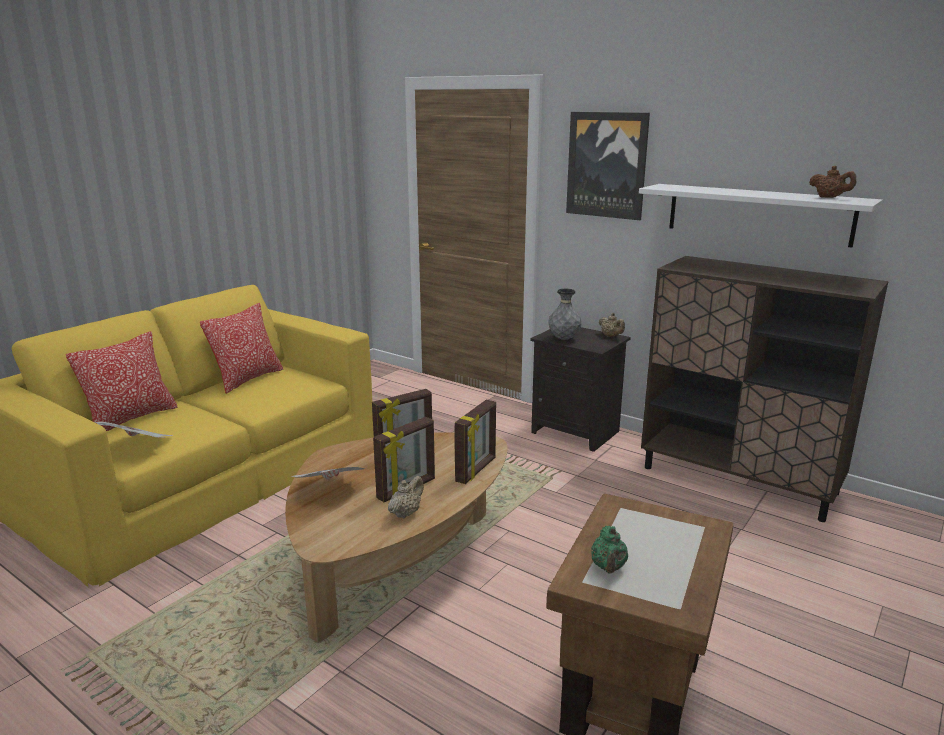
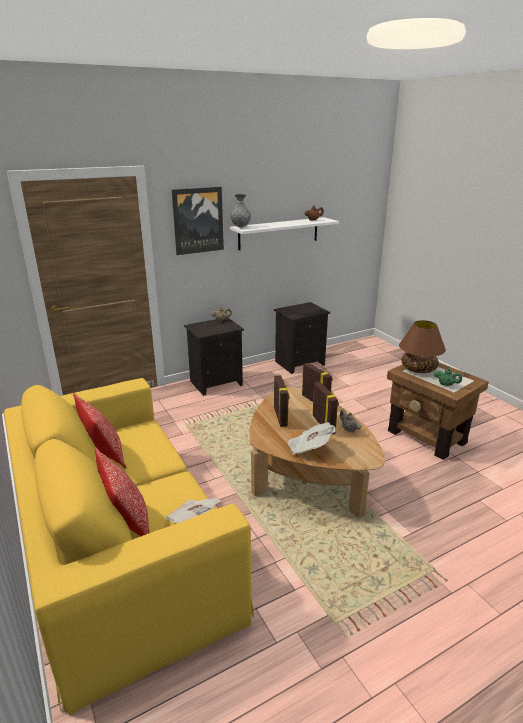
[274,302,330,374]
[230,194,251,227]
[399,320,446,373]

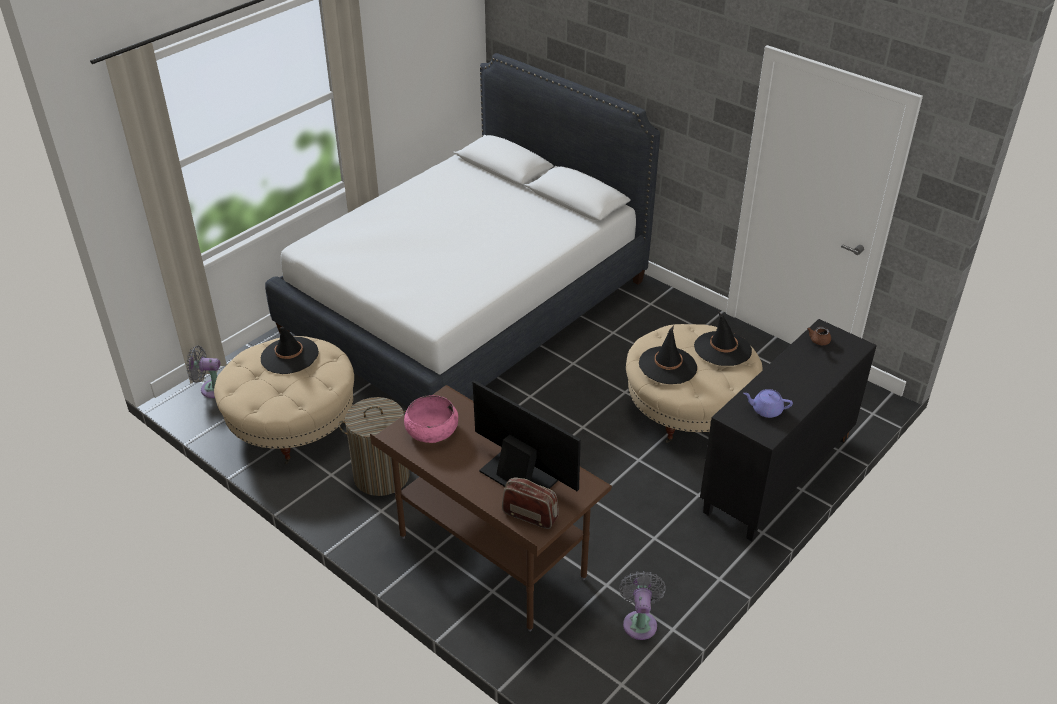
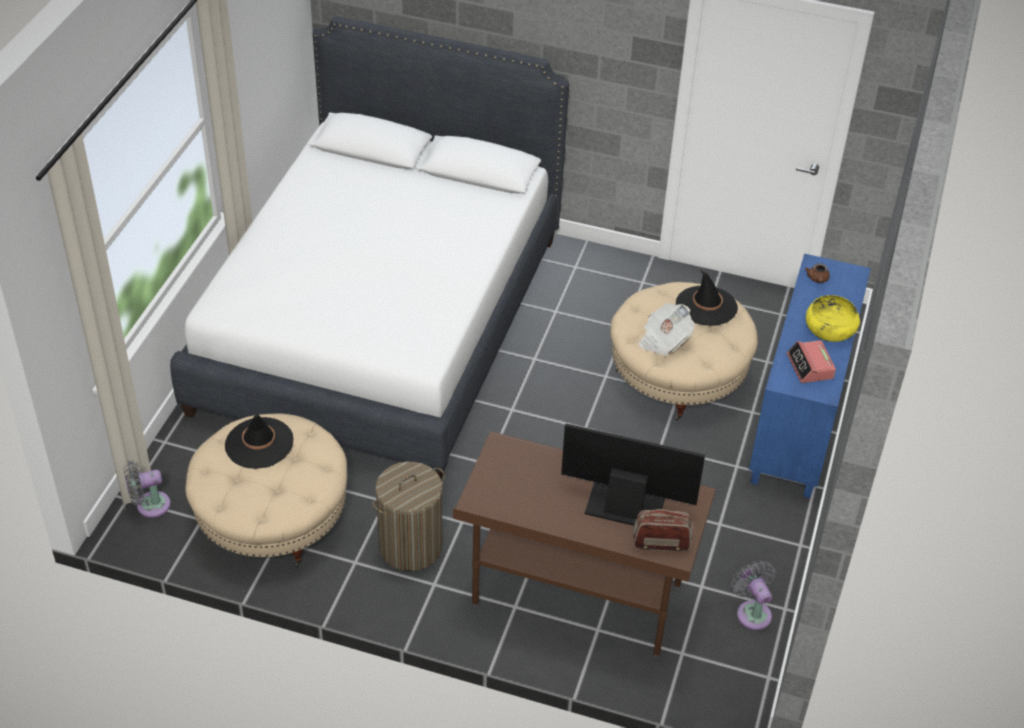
[749,254,871,498]
[639,303,695,356]
[787,340,836,383]
[404,395,458,443] (first image)
[806,295,860,342]

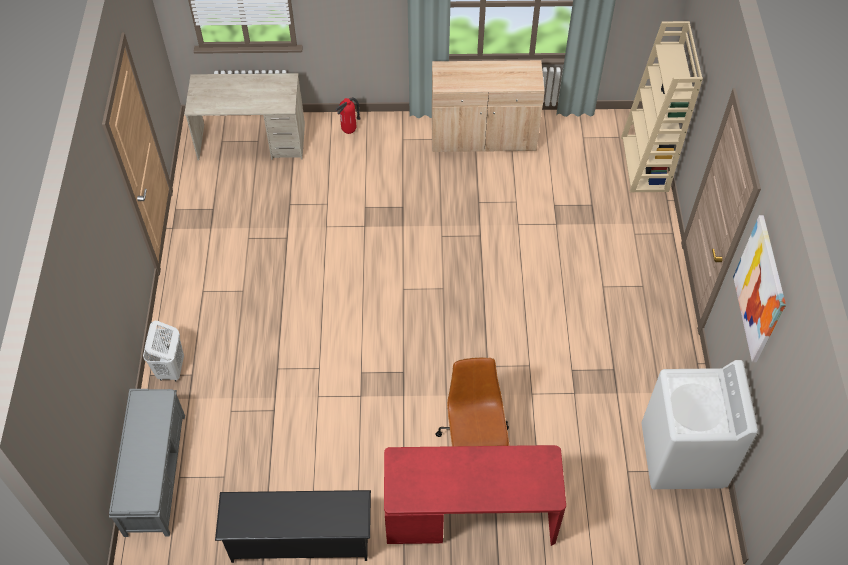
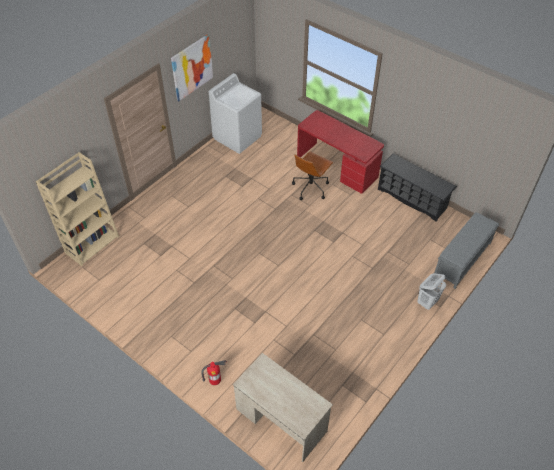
[432,60,545,152] (first image)

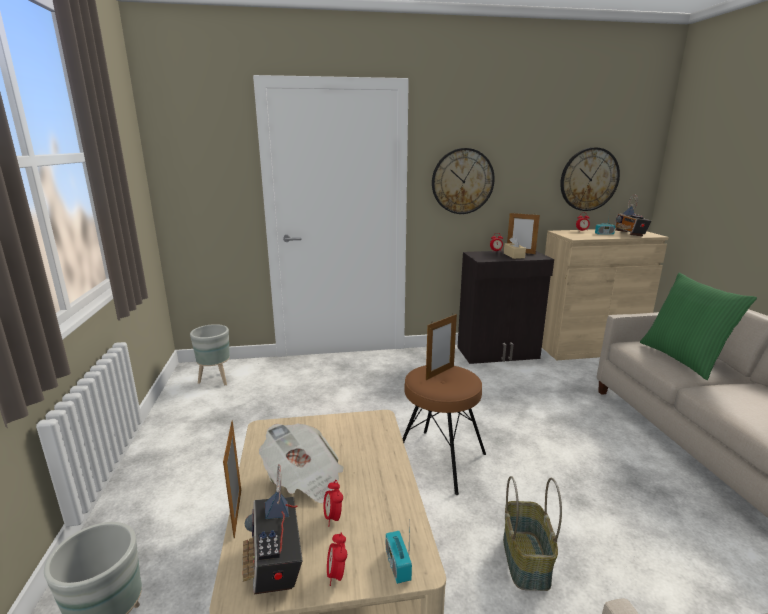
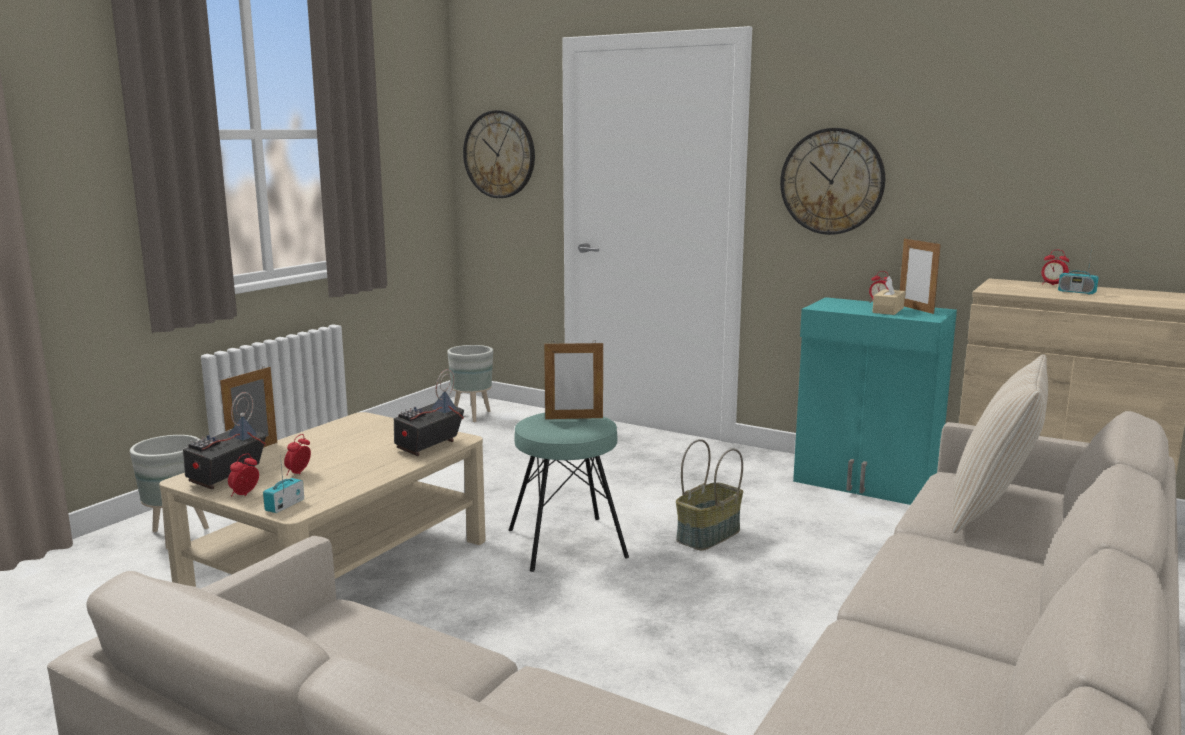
[463,110,535,198]
[394,369,464,456]
[793,297,957,505]
[952,354,1048,533]
[509,413,629,572]
[259,424,344,503] (first image)
[676,439,743,550]

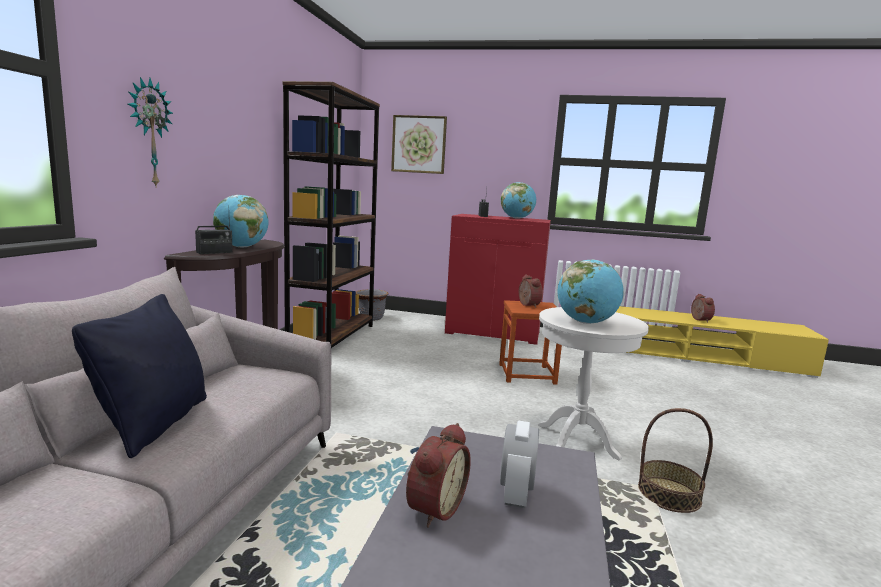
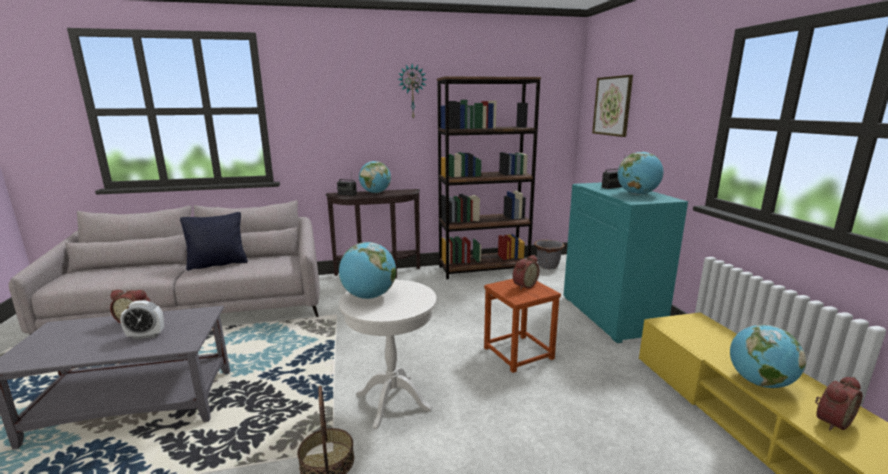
[398,64,427,120]
[563,182,688,343]
[730,324,806,388]

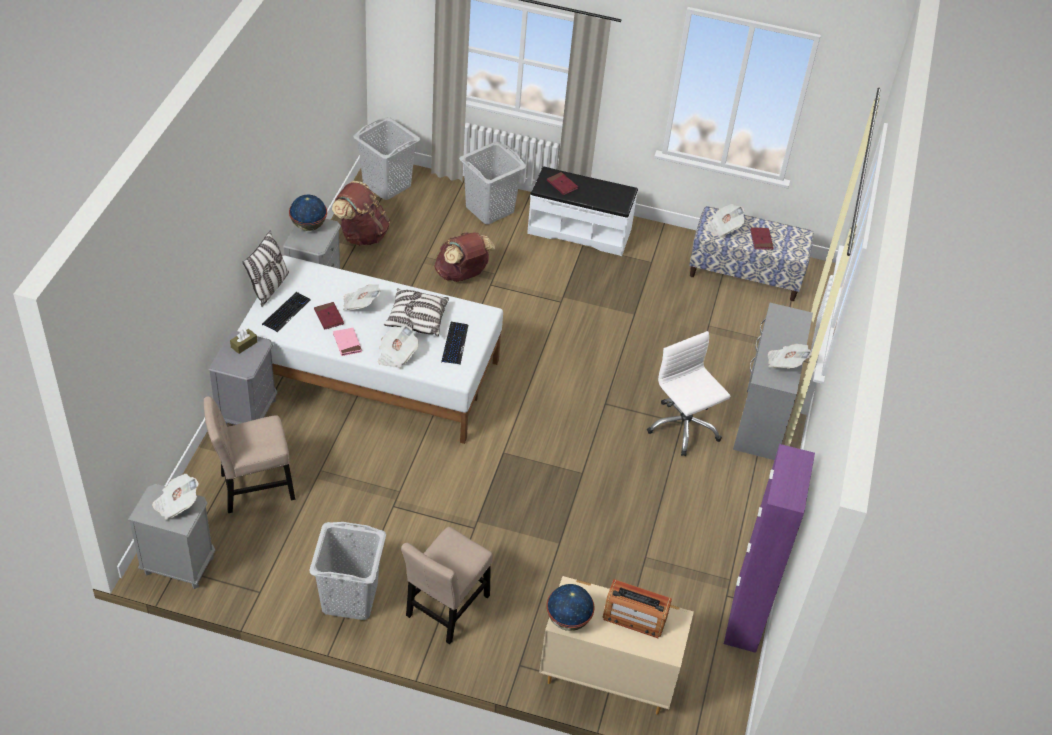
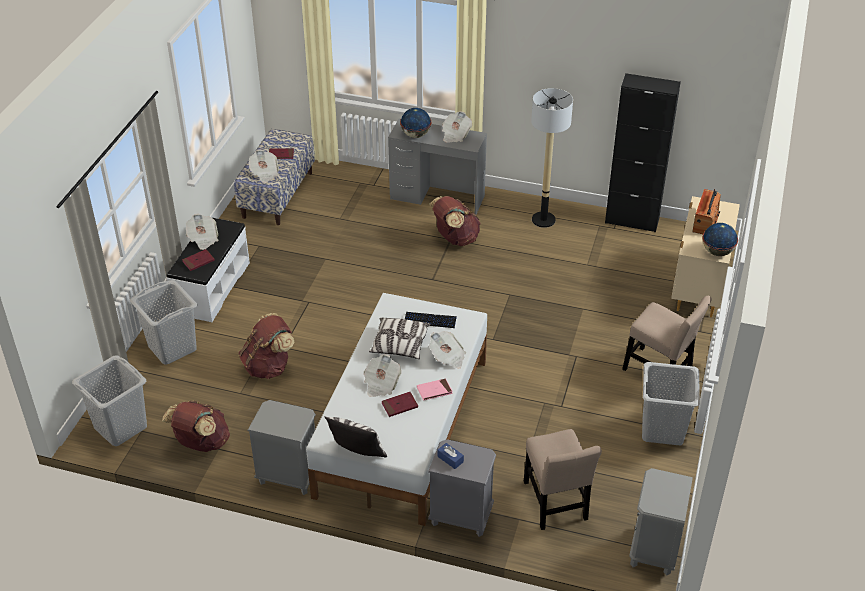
[400,108,431,138]
[262,292,310,332] (first image)
[437,443,464,469]
[430,196,481,246]
[605,73,681,233]
[186,214,218,250]
[531,88,573,228]

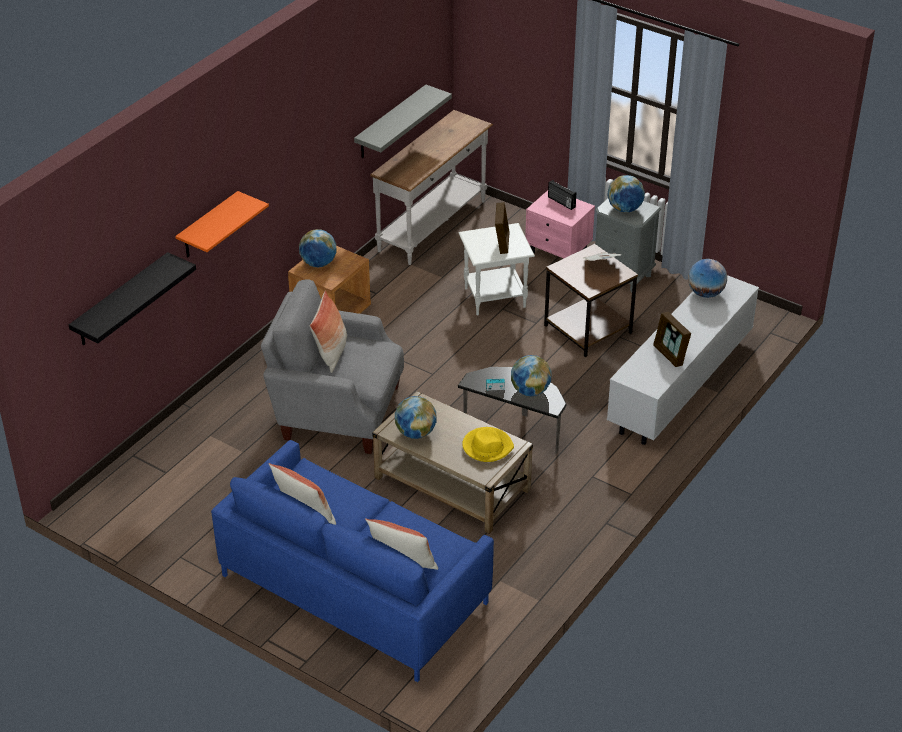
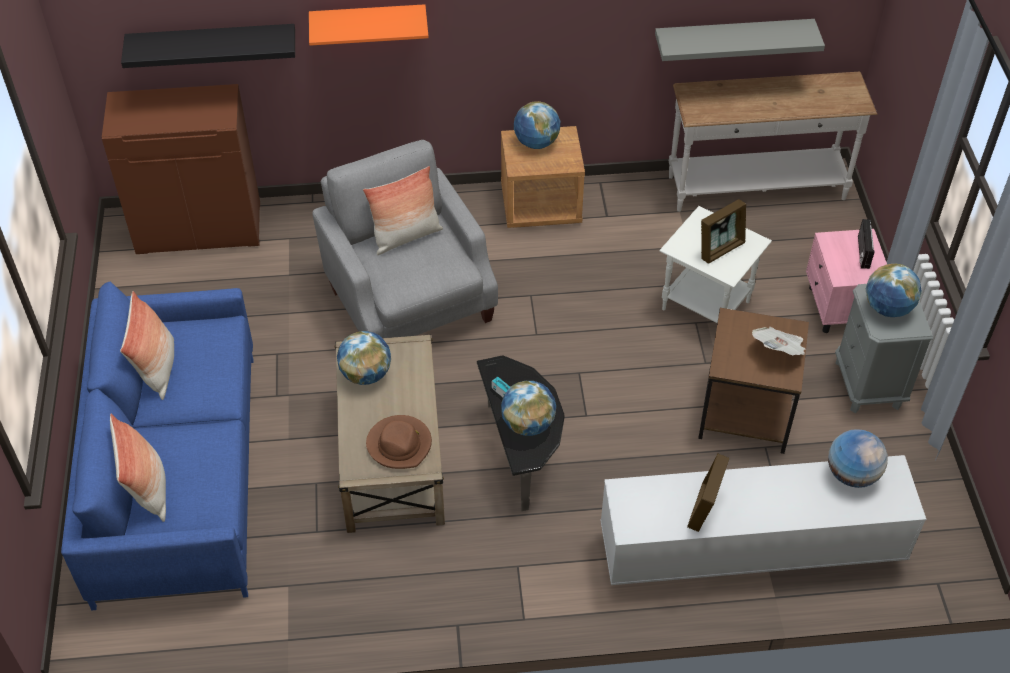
[366,415,432,469]
[102,84,260,254]

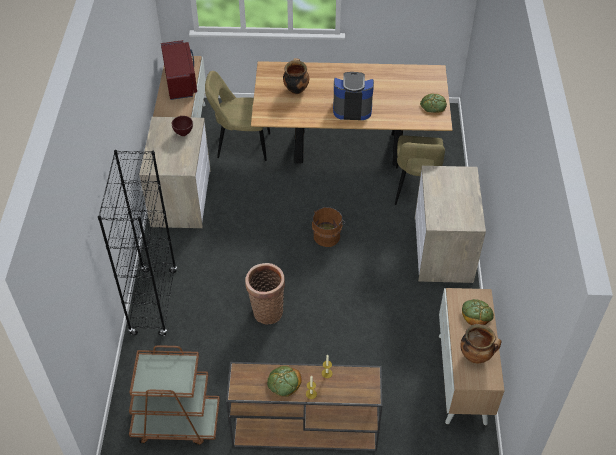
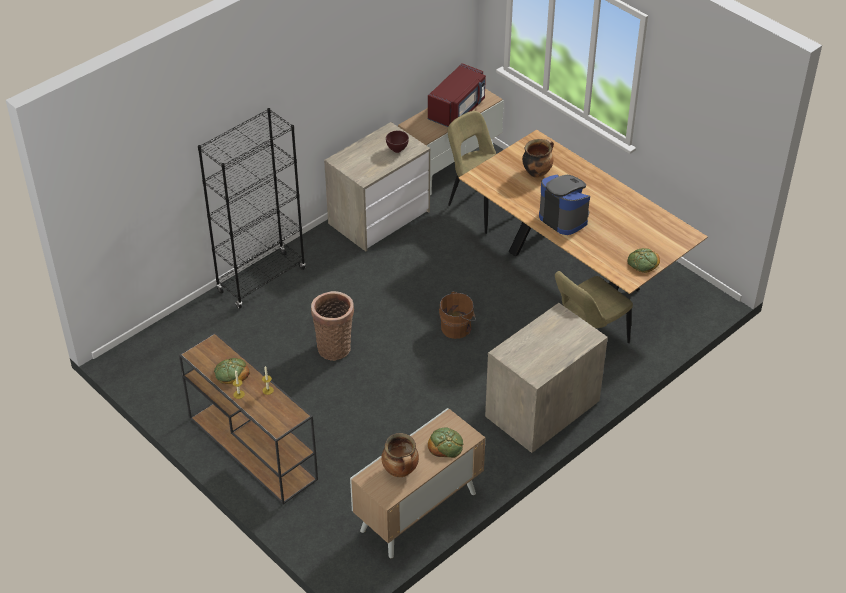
[129,345,220,445] (first image)

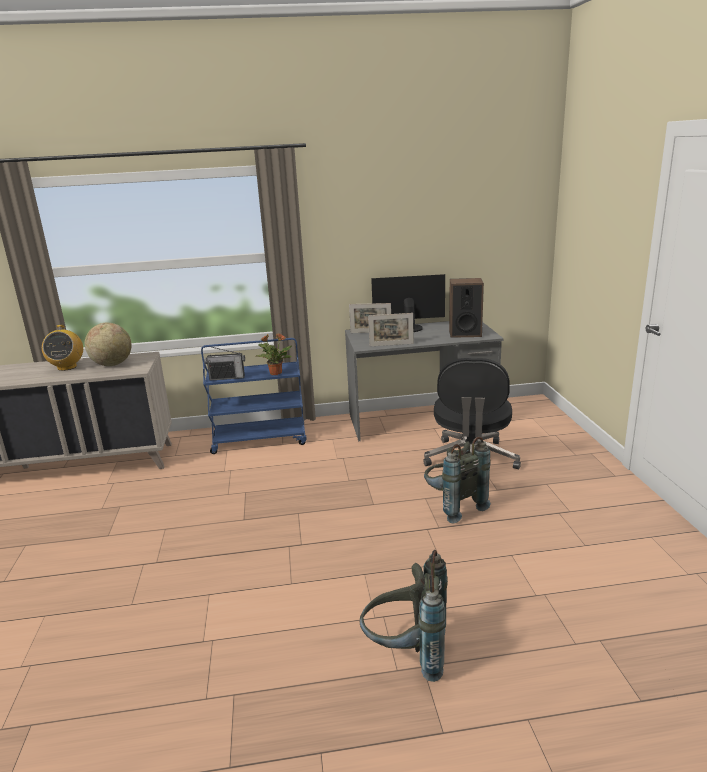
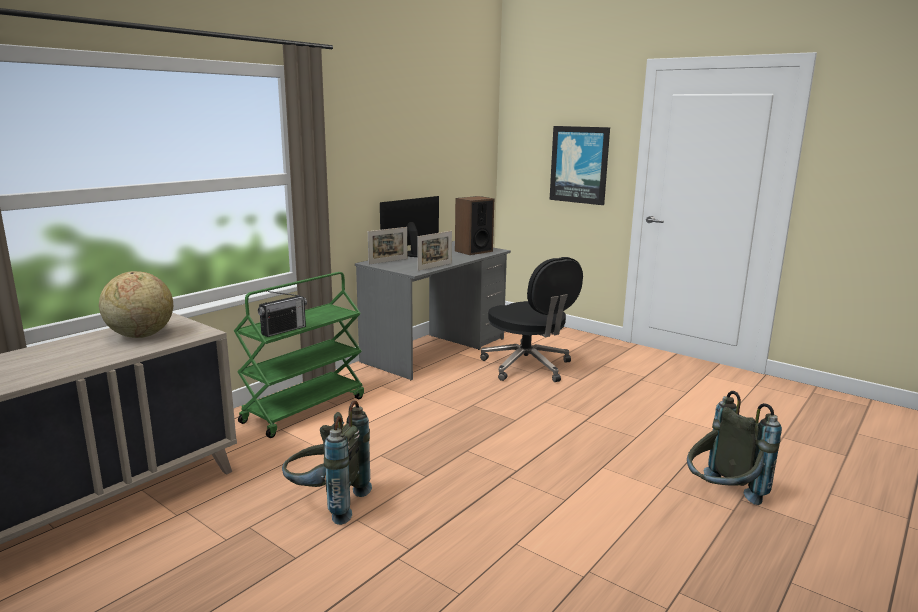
[42,325,83,371] (first image)
[256,334,292,375] (first image)
[234,272,364,438]
[282,401,372,525]
[550,126,610,205]

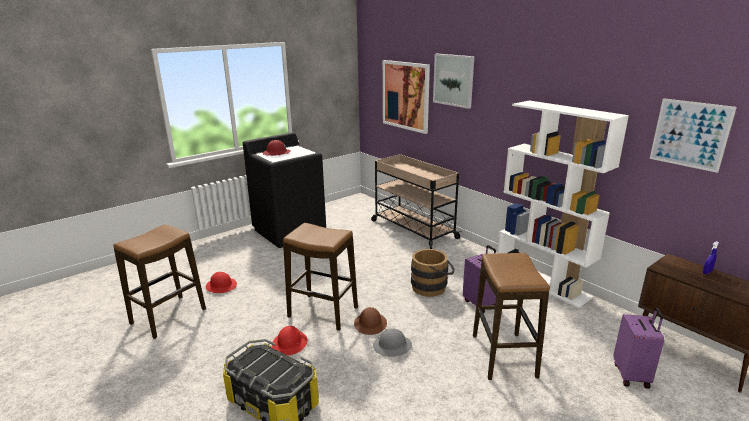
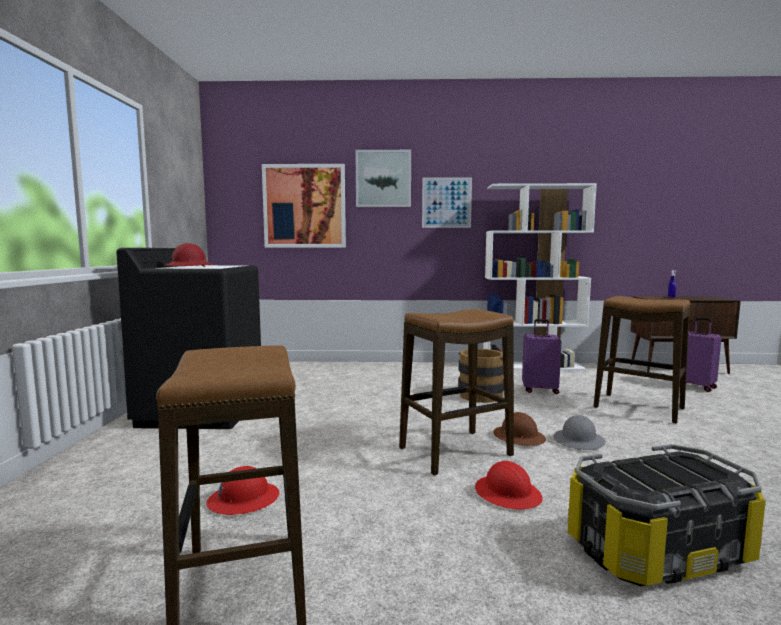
[422,177,472,228]
[371,154,462,249] (first image)

